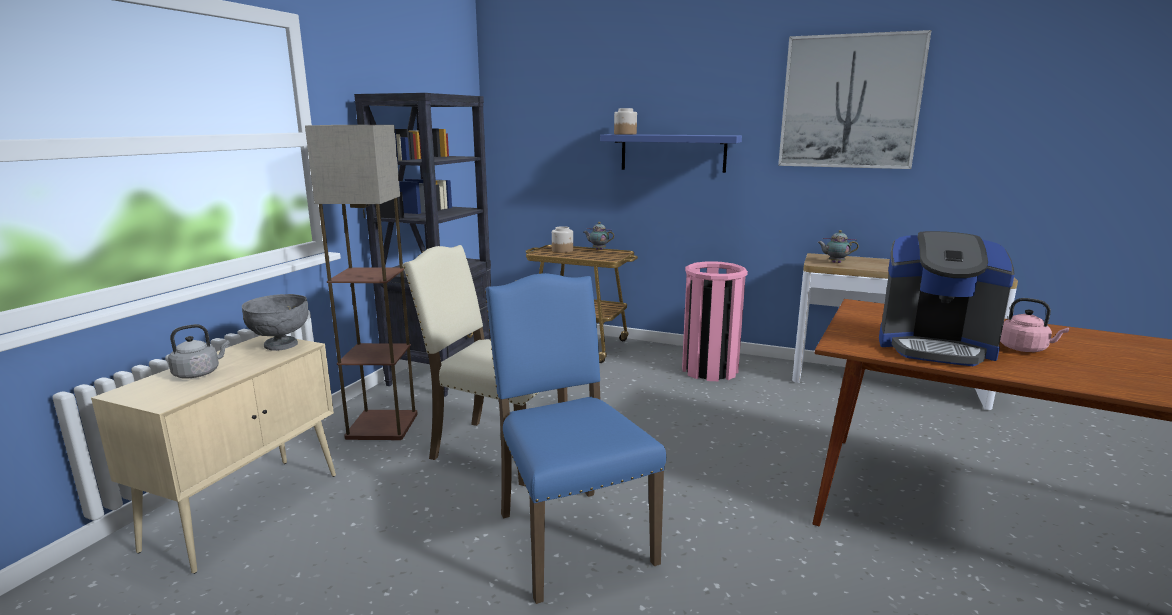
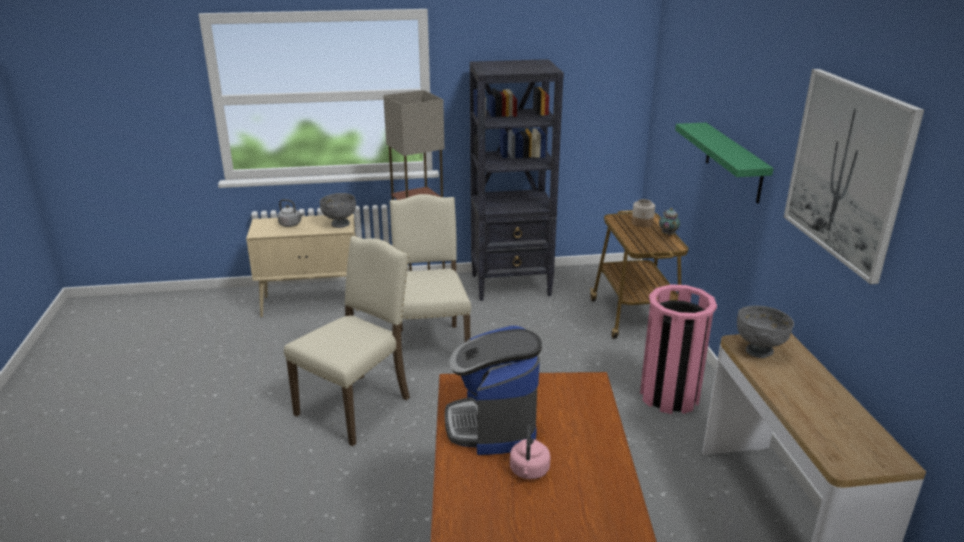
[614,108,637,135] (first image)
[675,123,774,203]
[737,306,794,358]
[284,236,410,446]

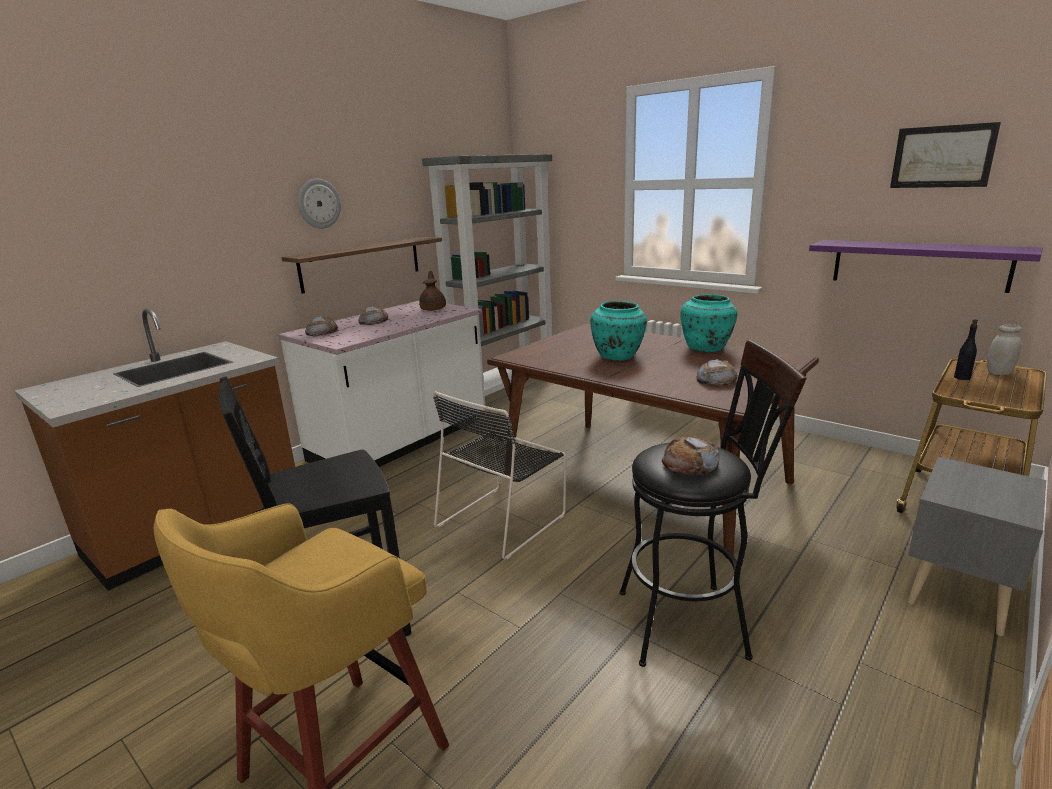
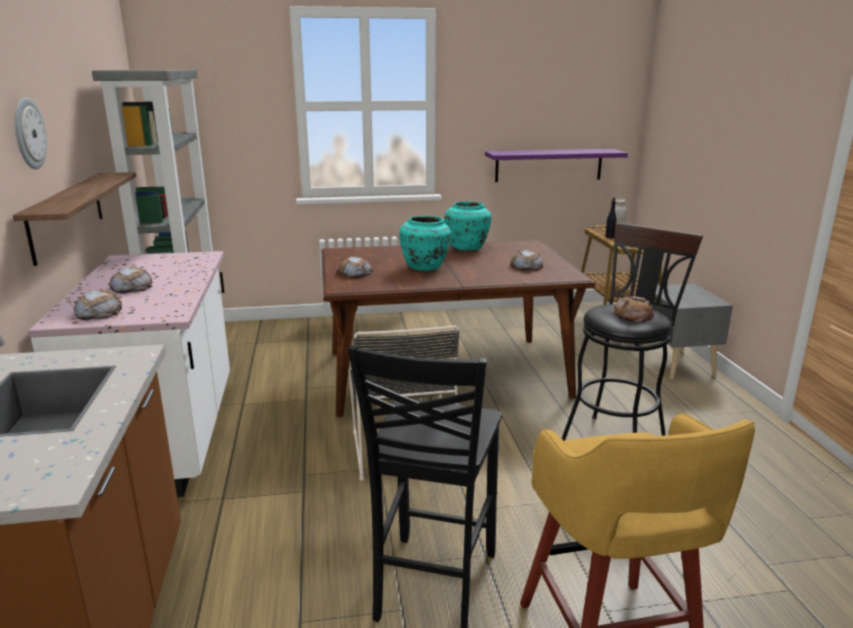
[890,122,1001,188] (first image)
[419,271,446,311] (first image)
[336,256,373,278]

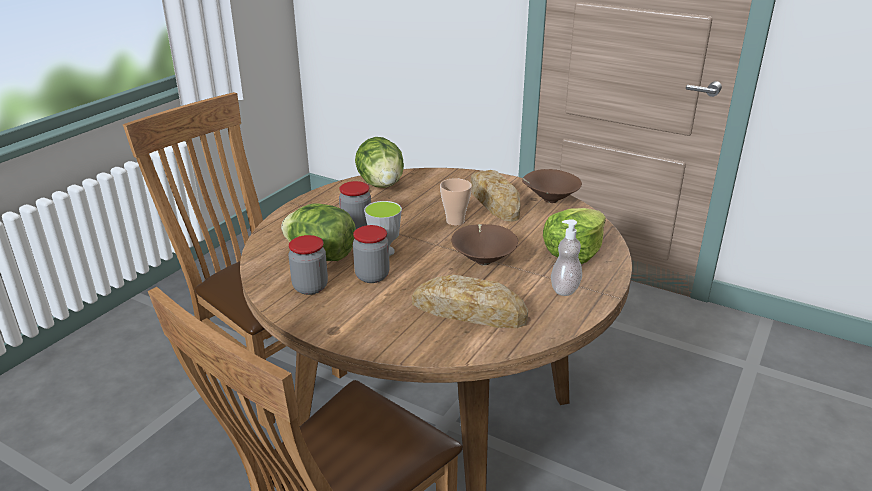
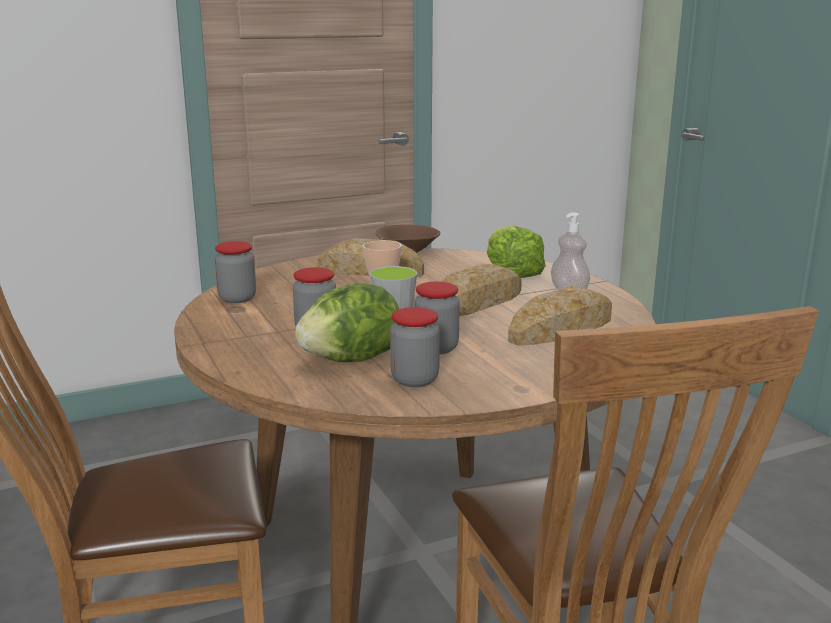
[215,241,256,303]
[442,264,522,316]

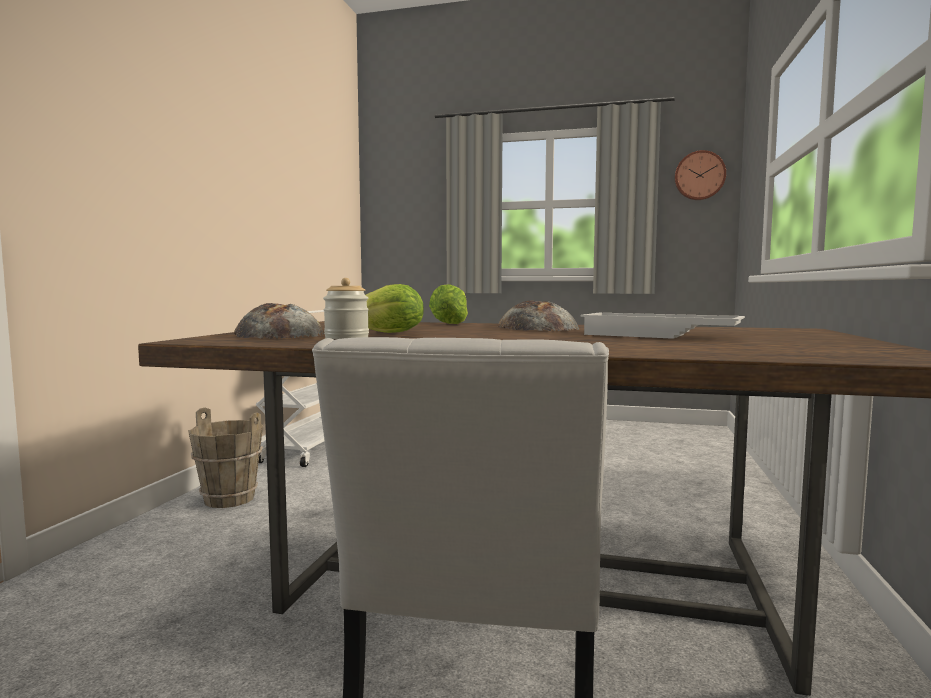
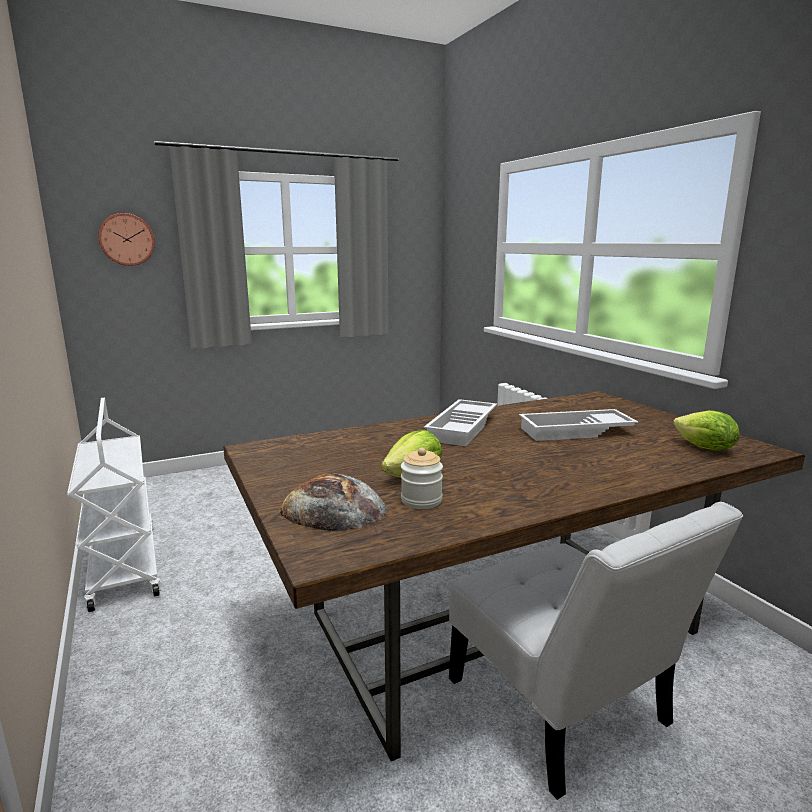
[98,213,155,266]
[673,410,740,451]
[424,399,497,446]
[188,408,263,508] (first image)

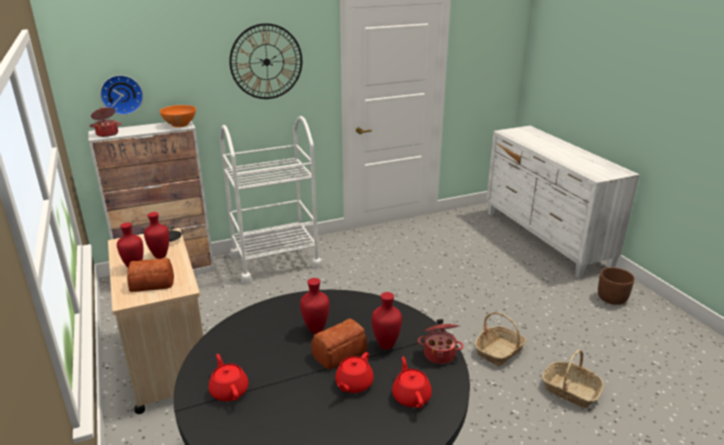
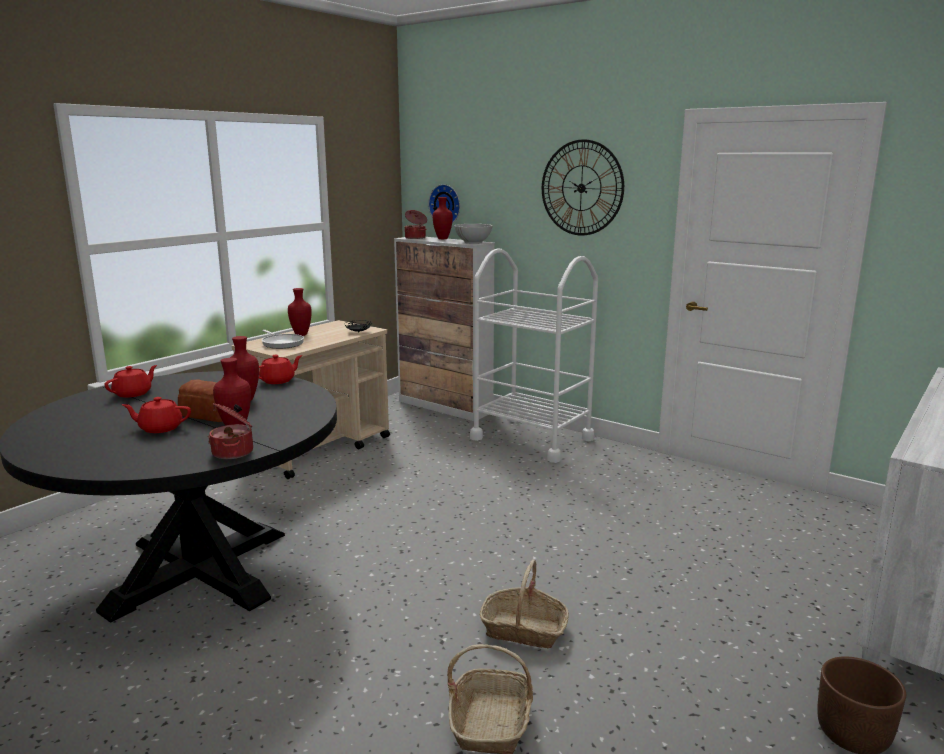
[454,224,493,244]
[433,197,453,239]
[262,330,304,349]
[259,355,302,384]

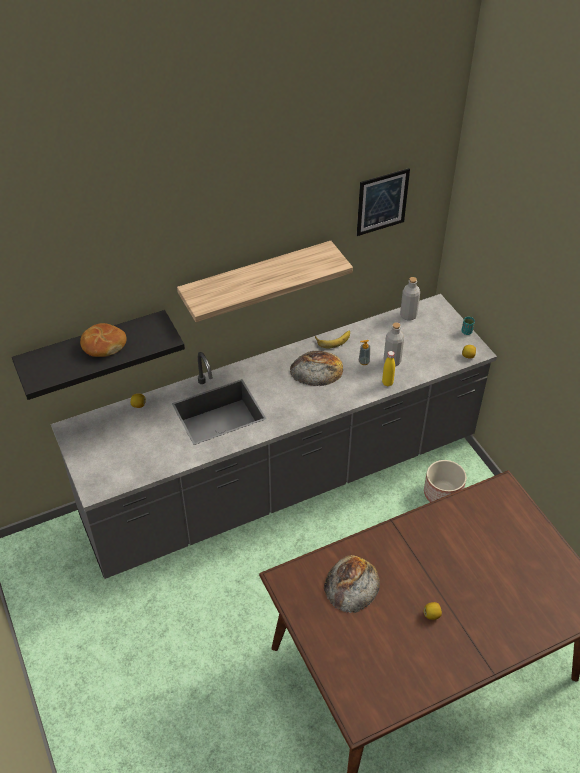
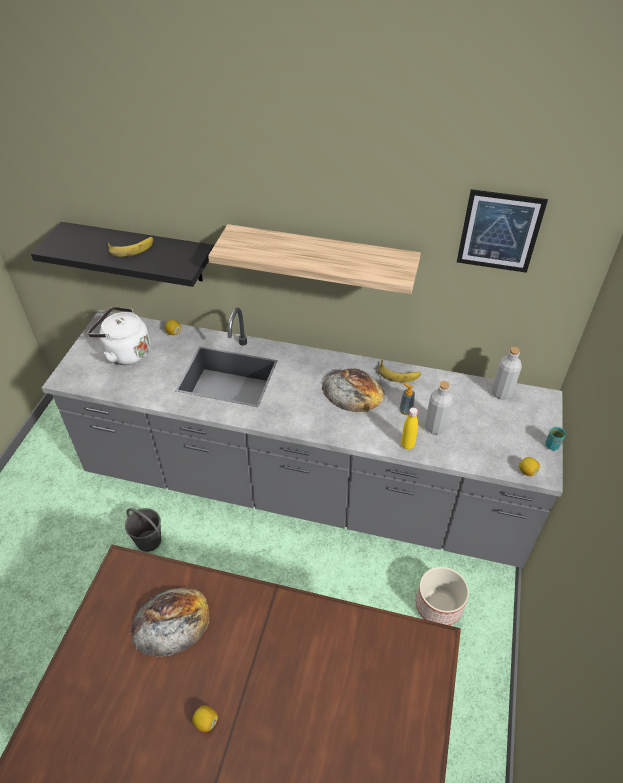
[108,237,153,257]
[88,307,150,365]
[125,508,161,552]

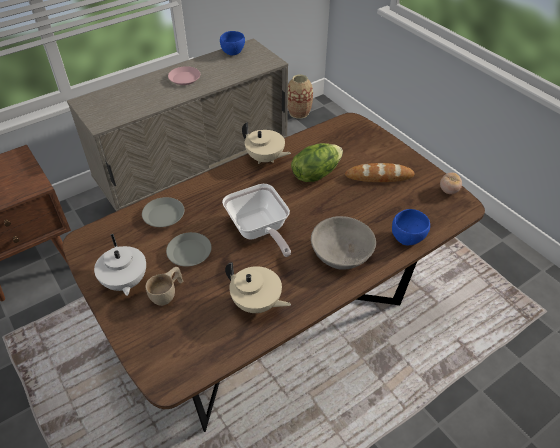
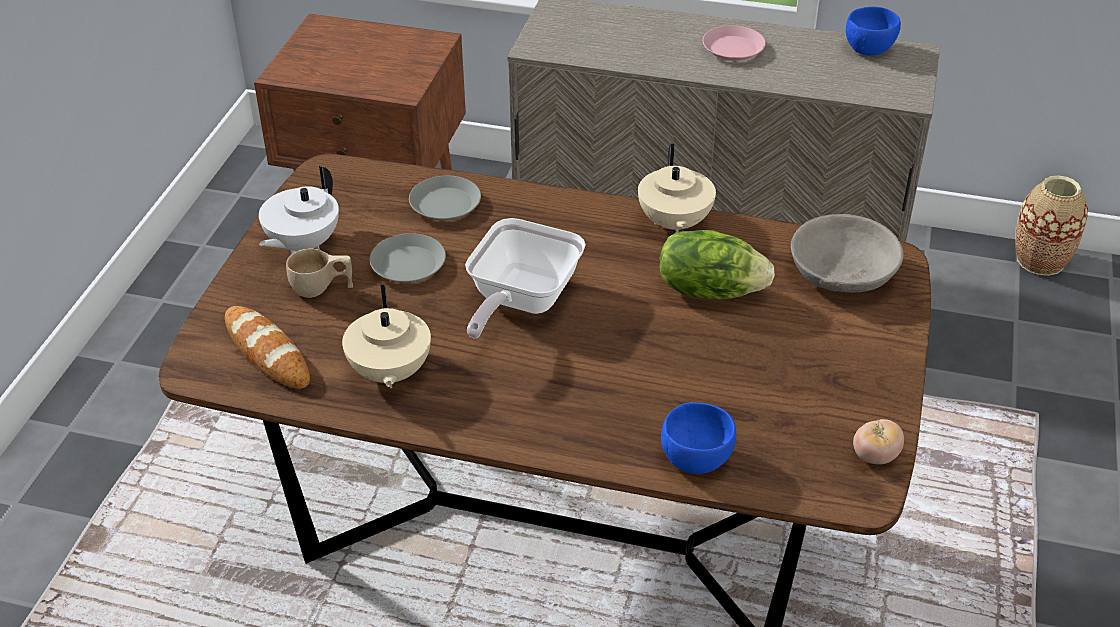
[225,306,310,389]
[791,214,904,293]

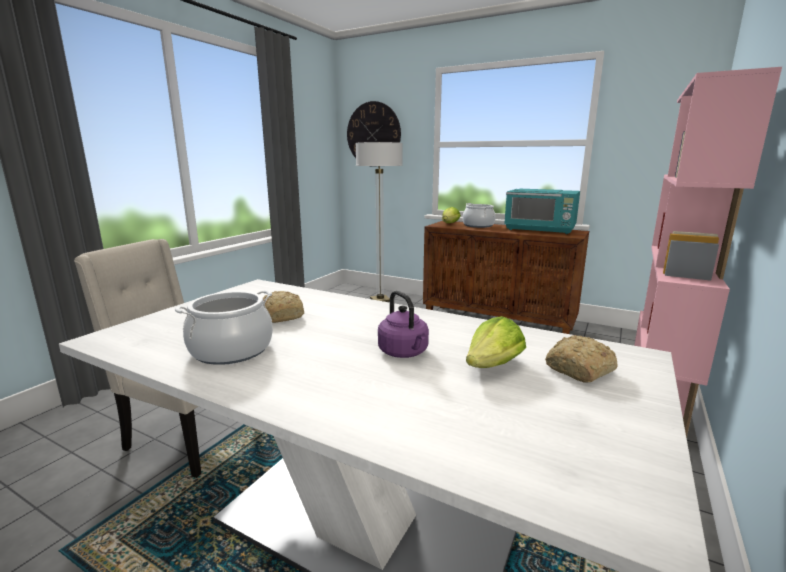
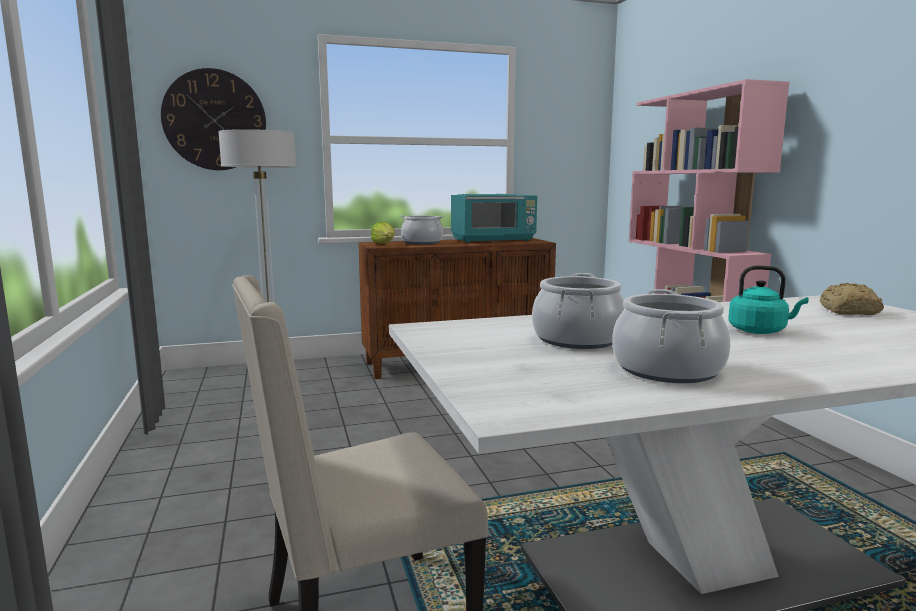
[532,273,624,349]
[728,265,809,334]
[466,316,526,368] (first image)

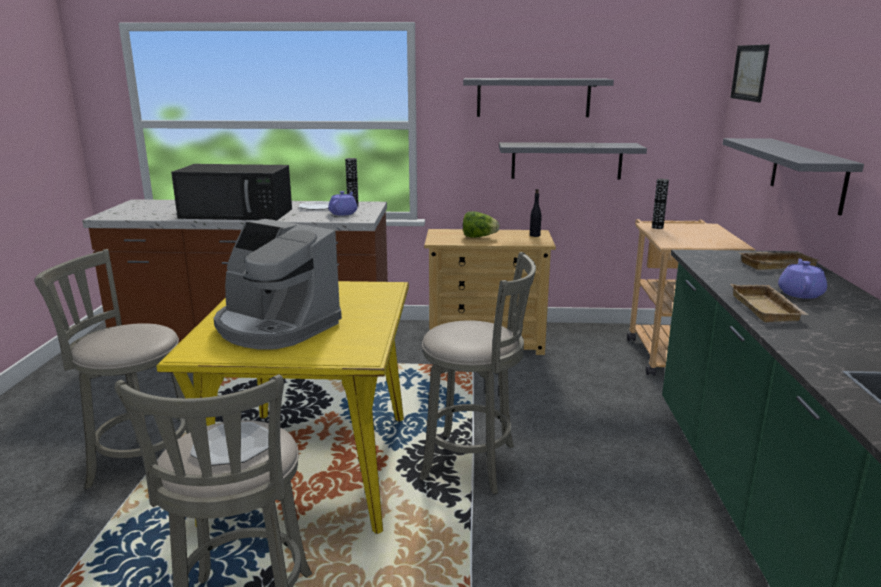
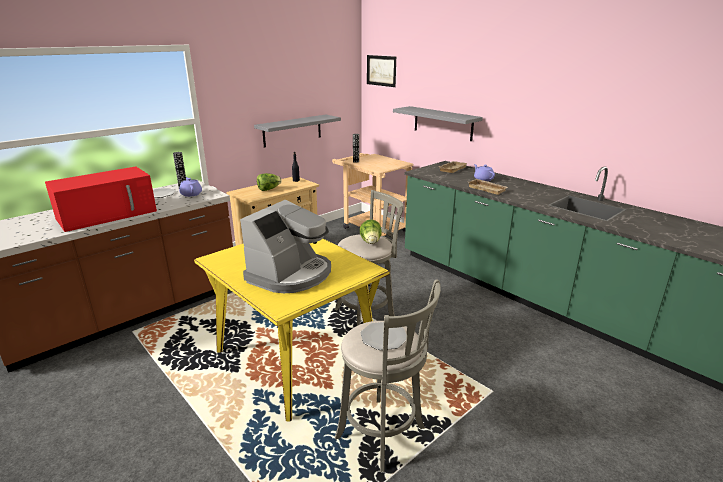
[463,78,614,117] (first image)
[45,167,157,232]
[240,199,331,293]
[34,249,190,490] (first image)
[359,219,382,244]

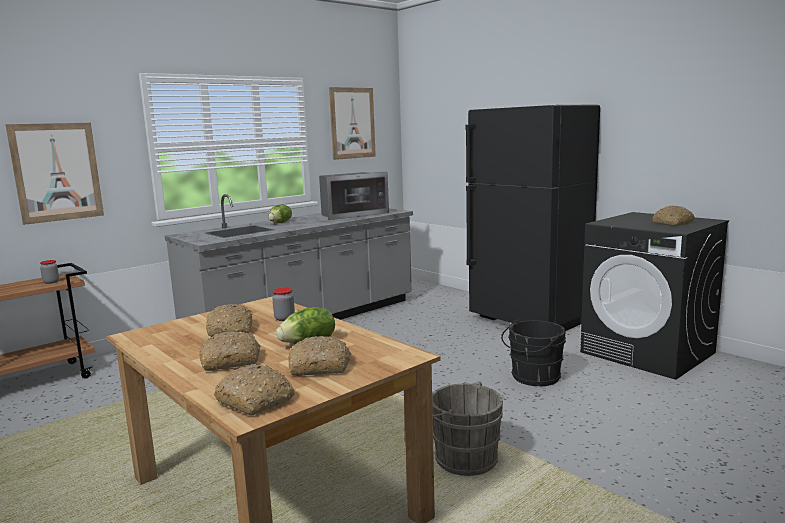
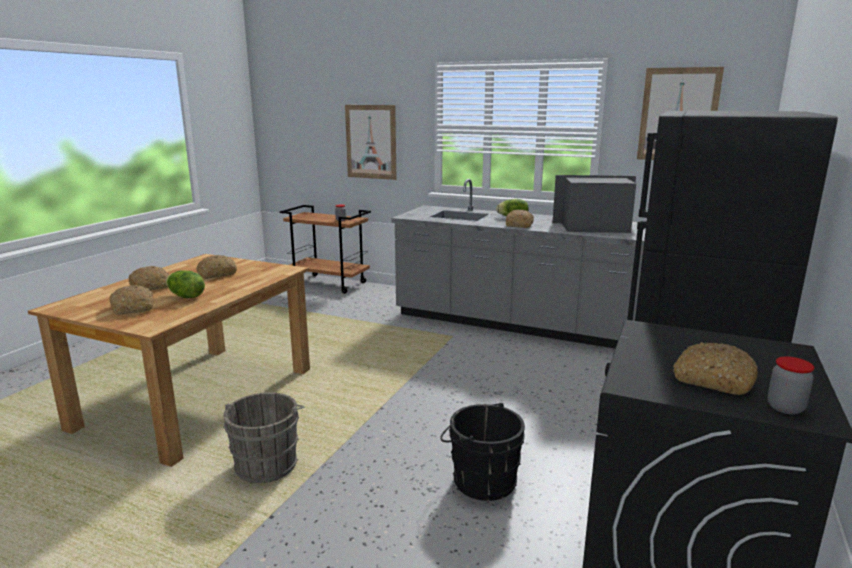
[552,175,636,233]
[767,356,814,415]
[506,210,534,228]

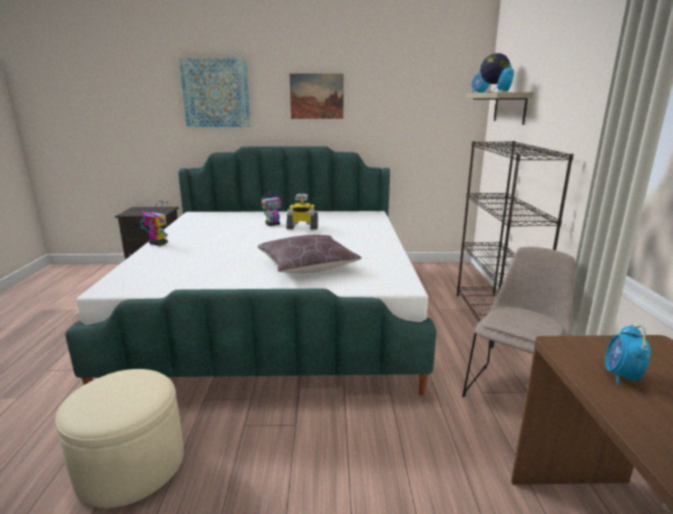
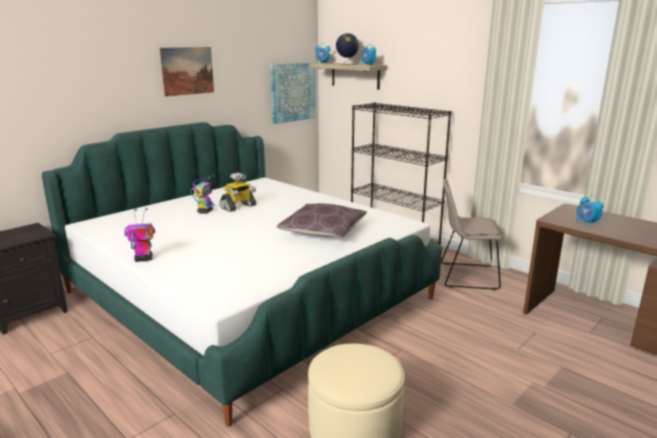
[270,62,315,124]
[441,179,502,290]

